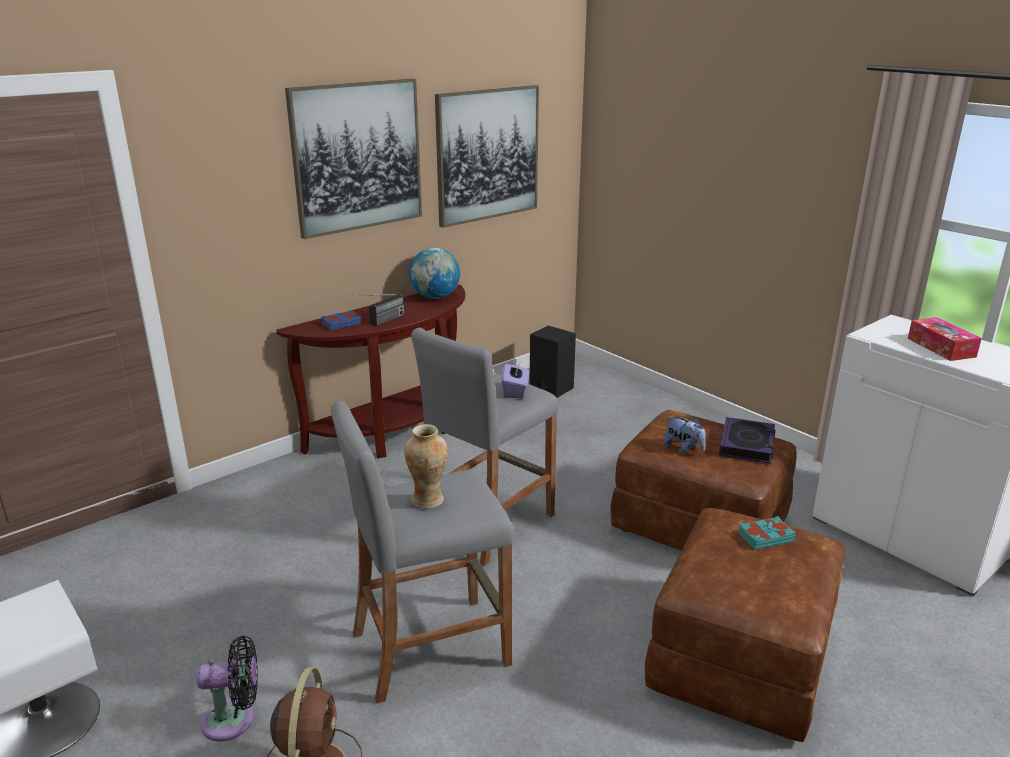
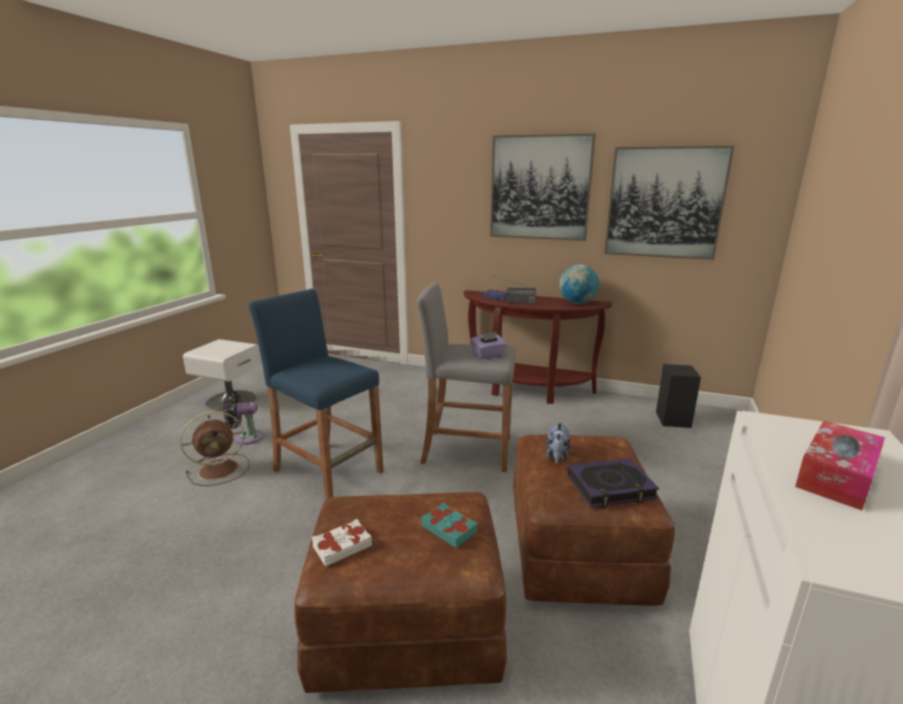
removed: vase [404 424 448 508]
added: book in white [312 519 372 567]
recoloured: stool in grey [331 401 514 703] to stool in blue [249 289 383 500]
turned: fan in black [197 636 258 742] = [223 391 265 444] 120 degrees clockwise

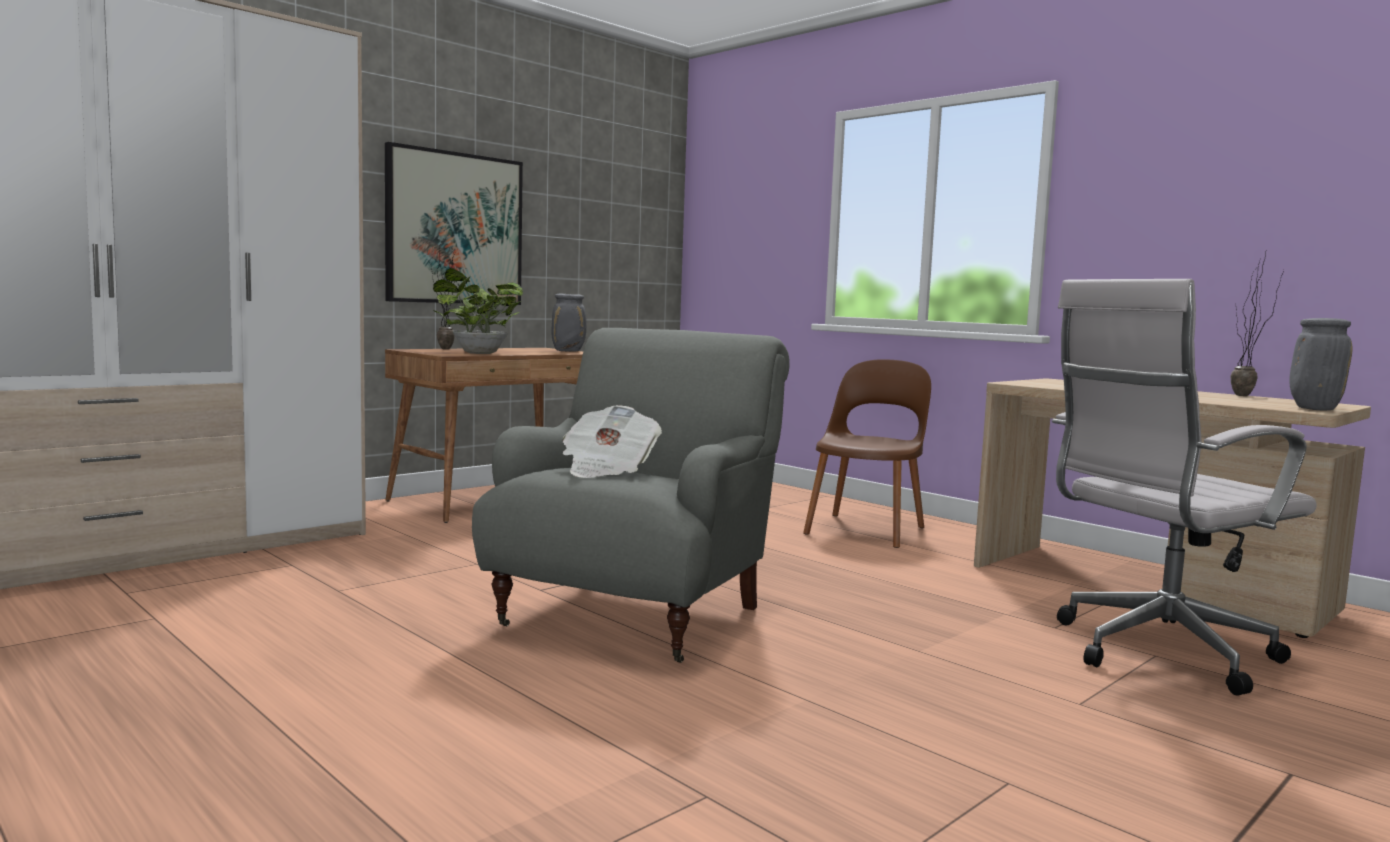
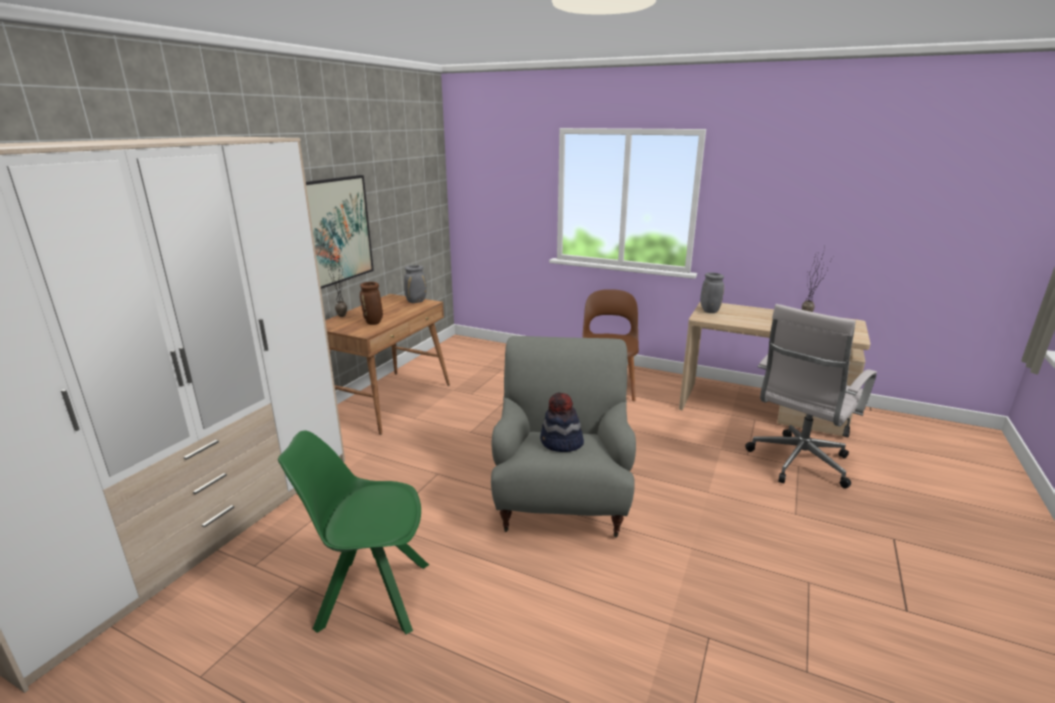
added: chair in green [278 431 429 634]
moved: vase in grey [1289 318 1353 411] to [700 273 724 313]
replaced: potted plant [433 268 523 354] to vase in brown [360 282 383 325]; newspaper [562 405 662 478] to hat [540 393 584 452]

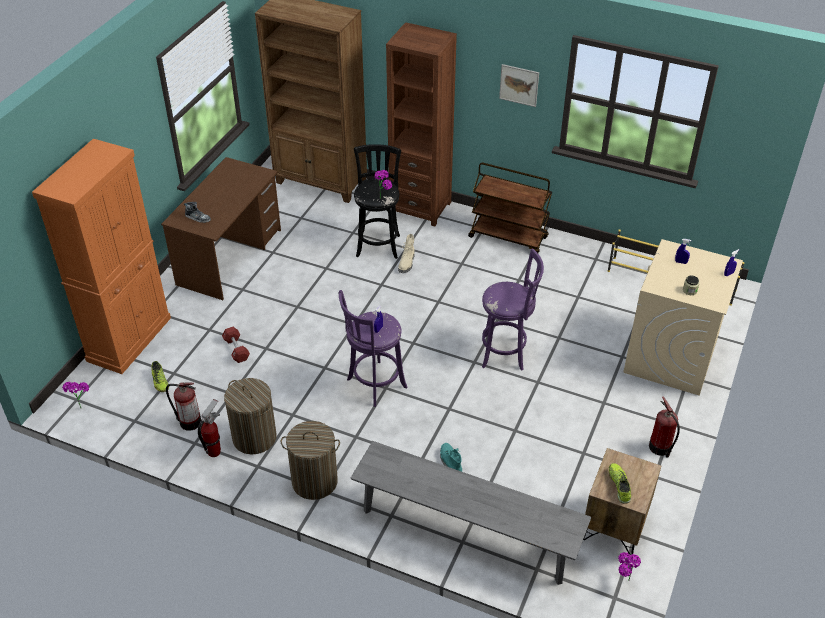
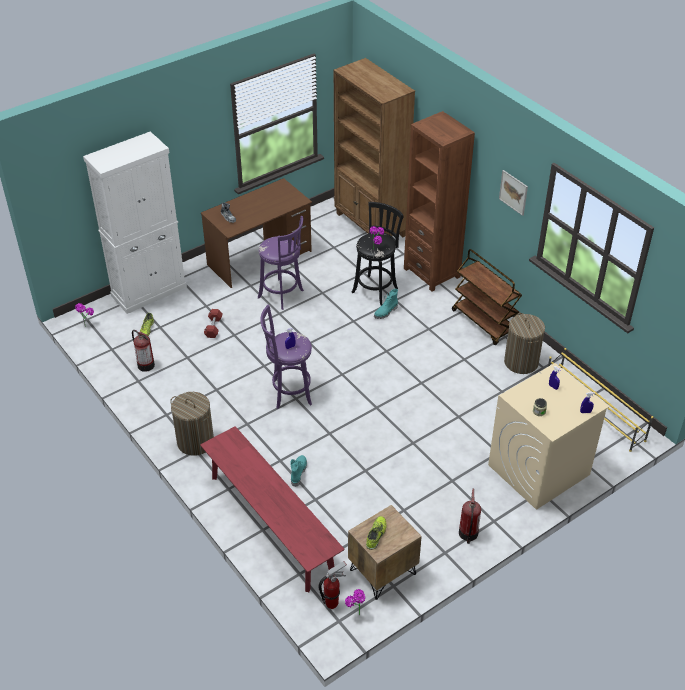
moved: fire extinguisher [198 399 221 457] to [319 561 347 609]; laundry basket [224 378 277 454] to [504 313 545 374]; stool in purple [482 248 544 370] to [258 216 304 310]
recoloured: cabinet in orange [32 139 171 374] to cabinet in white [83 132 187 314]; bench in grey [351 441 592 585] to bench in red [200 426 345 592]; boot in beige [398 234 415 273] to boot in turquoise [374 289 398 319]

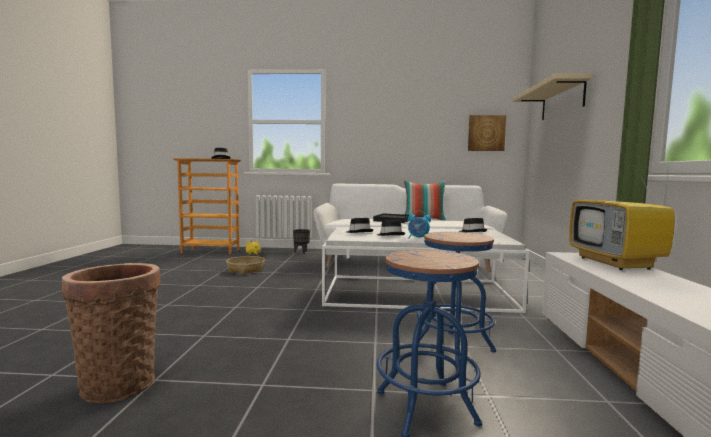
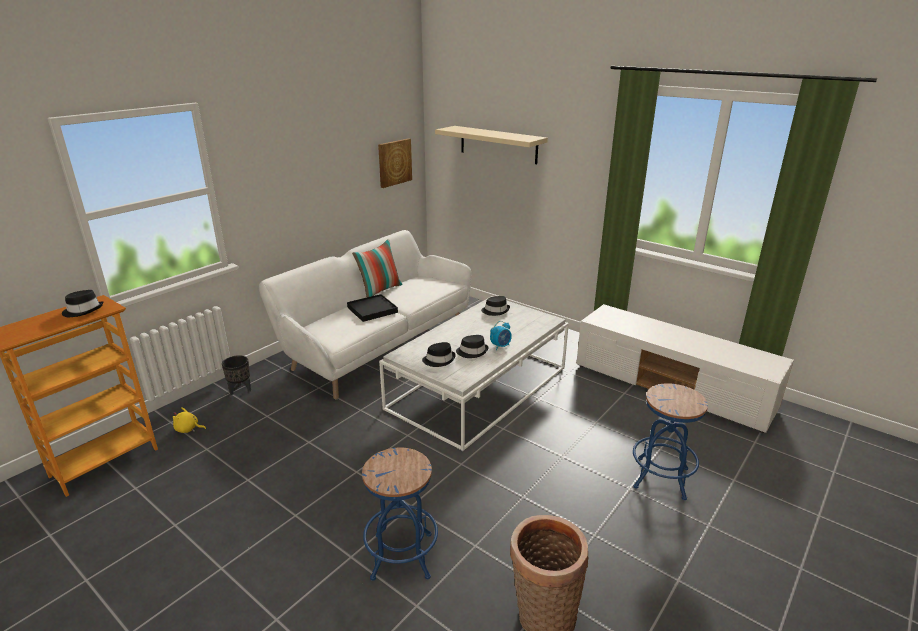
removed: basket [226 256 265 274]; television [569 164 675 270]
moved: stool in blue [417 232 496 366] to [362 448 438 581]

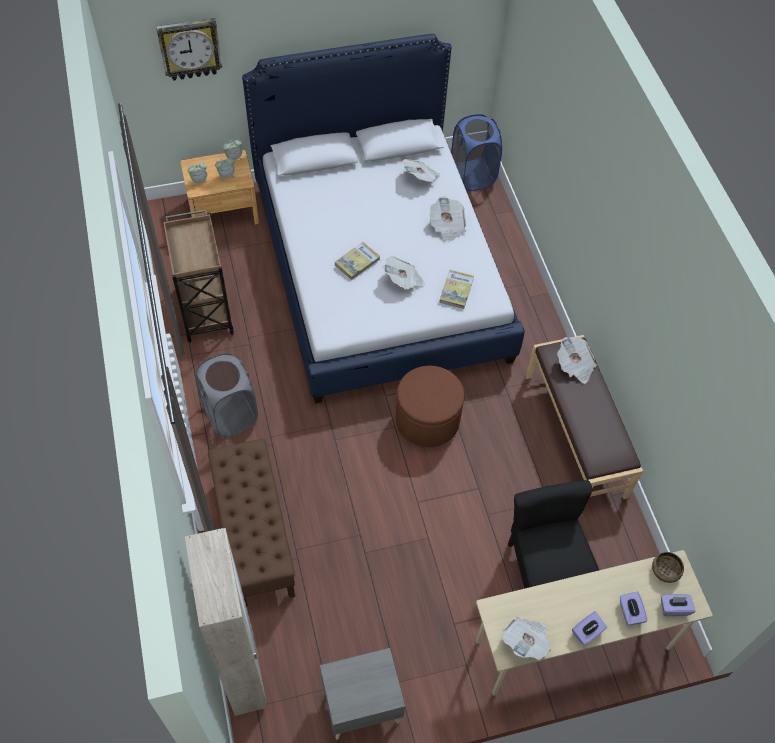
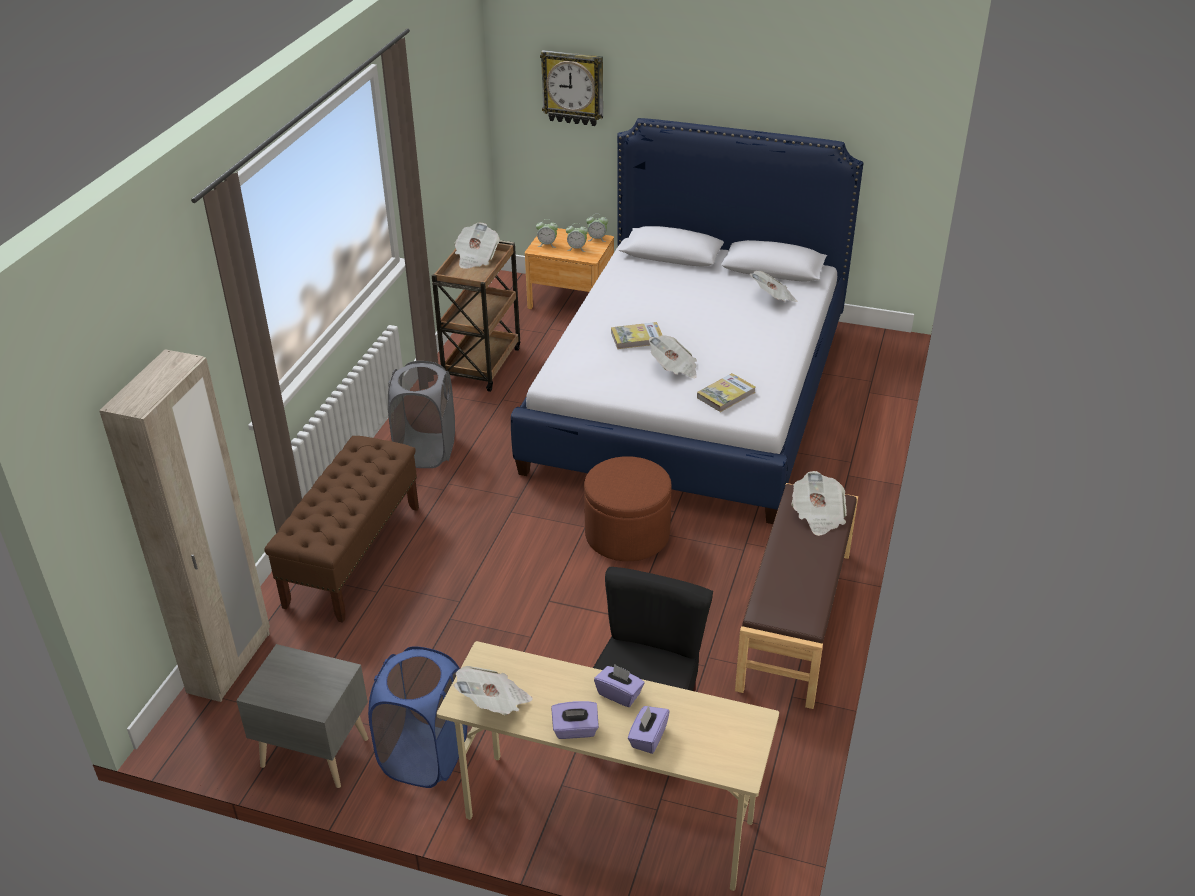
removed: bowl [652 552 684 583]
moved: newspaper [429 196 466 243] to [454 223 499 269]; laundry basket in blue [451 114 502 191] to [368 646 468 788]; tissue box in purple [661 594 696 616] to [594 664 645 707]

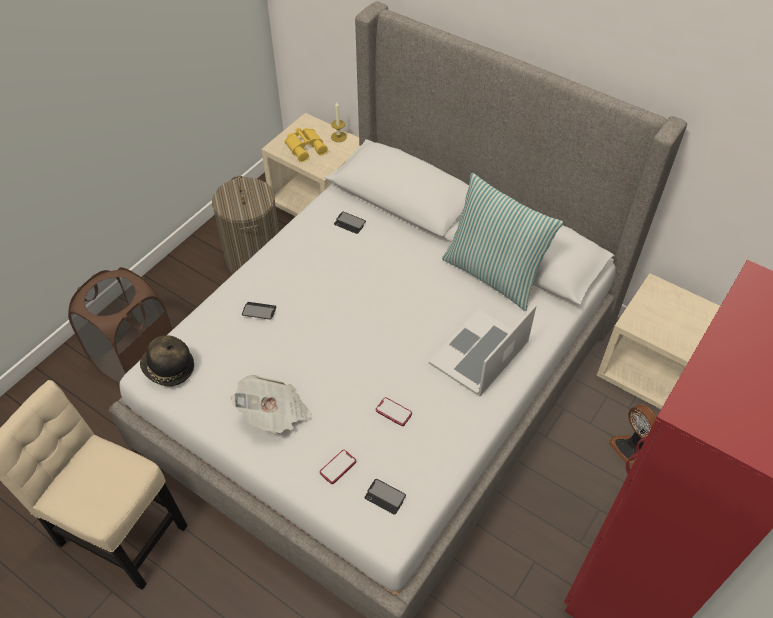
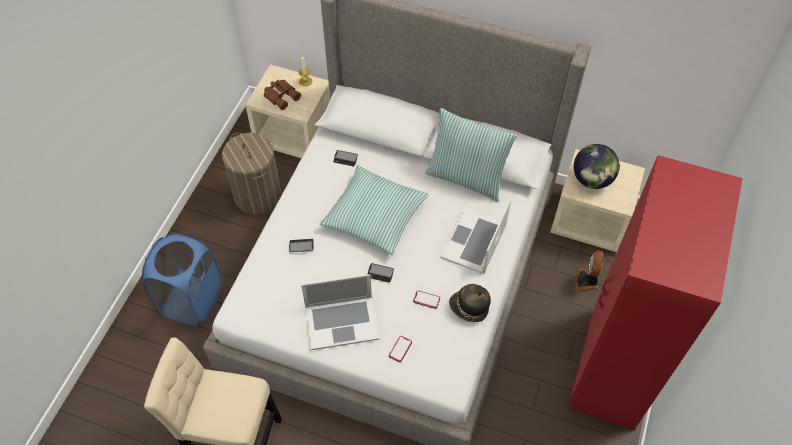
added: pillow [319 165 429 255]; globe [573 144 620 189]
moved: hat [140 335 194 386] to [449 284 491 322]; phone [365 479 406 515] to [367 263 394 283]
replaced: newspaper [231 375 312 434] to laptop [301 274 379 350]
recoloured: laundry basket in brown [68 267 173 384] to laundry basket in blue [142 233 221 326]; binoculars in yellow [285 128 328 162] to binoculars in brown [264 80 301 110]
turned: fan [608 404 657 467] = [574 250 604 292] 60 degrees clockwise

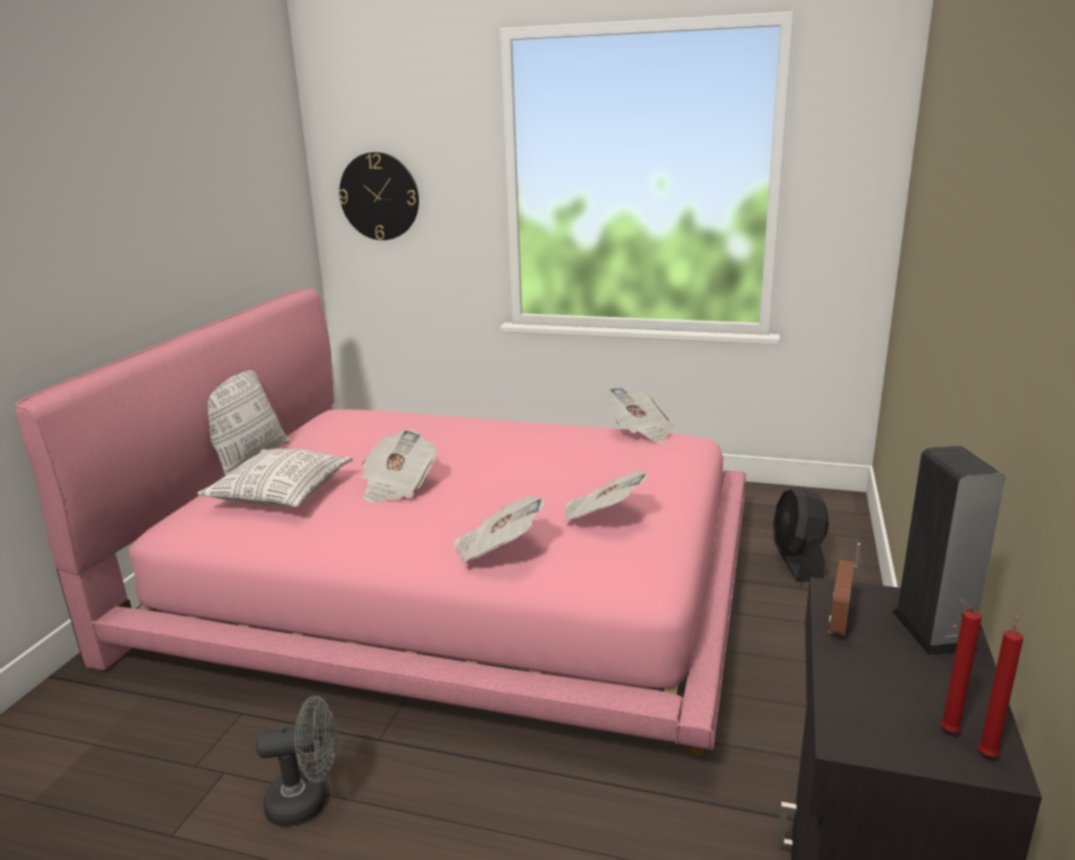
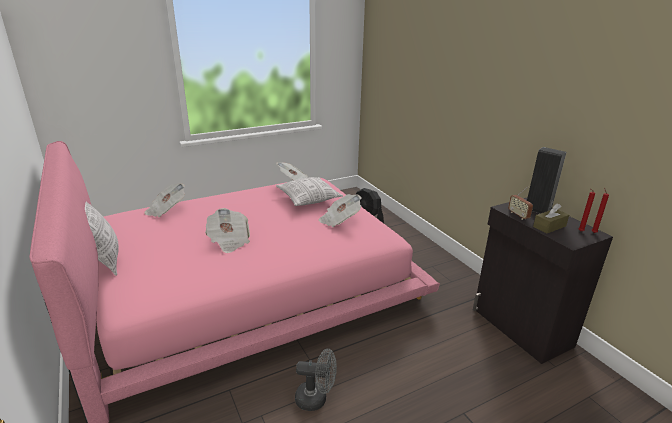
removed: wall clock [339 152 419 240]
added: tissue box in brown [533 204 569 233]
moved: pillow [197 448 353 507] to [276 177 343 206]; newspaper [453 494 545 563] to [144 183 185 217]
turned: fan in grey [256 696 337 826] = [295 348 337 411] 60 degrees clockwise

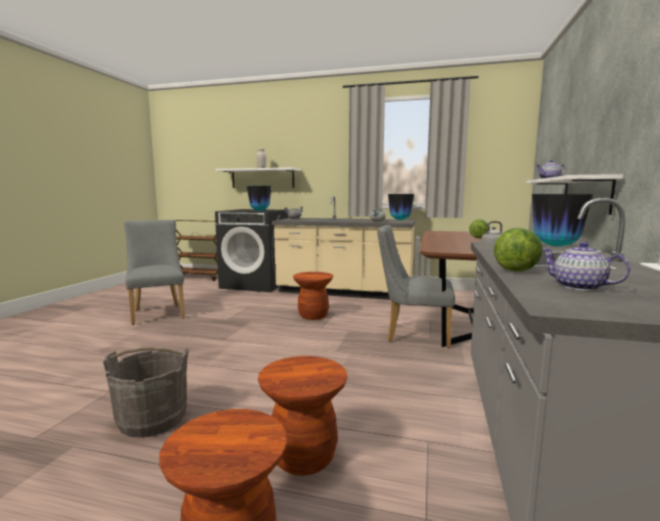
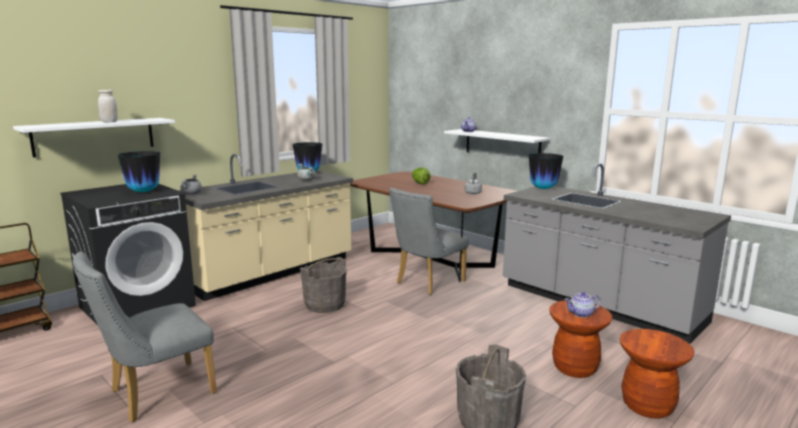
removed: lettuce [494 227 543 272]
moved: teapot [541 242 630 291] to [565 292 601 318]
replaced: stool in brown [293 272 333 320] to bucket in grey [300 257 347 313]
turned: chair in grey [124 220 185 325] = [73 251 217 422] 45 degrees counterclockwise

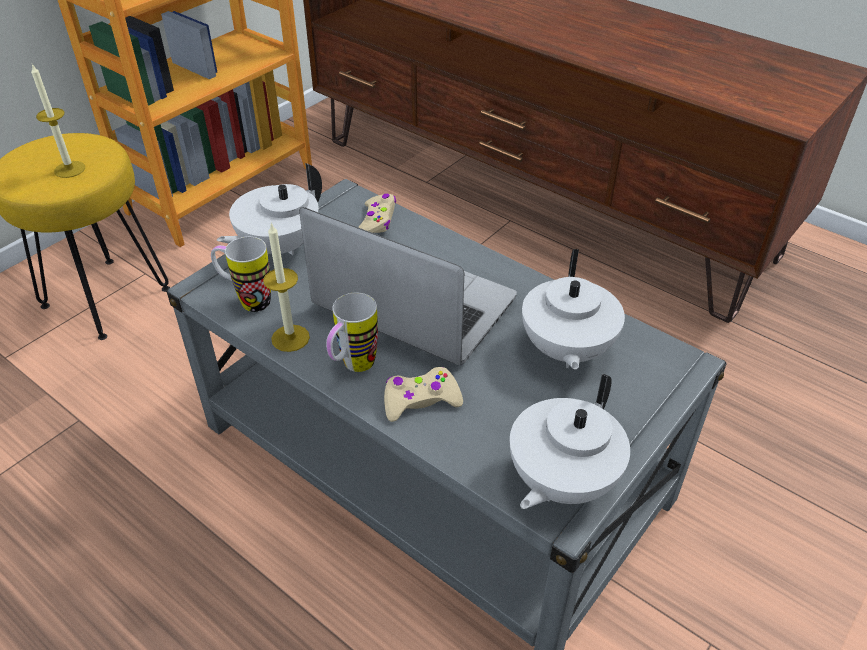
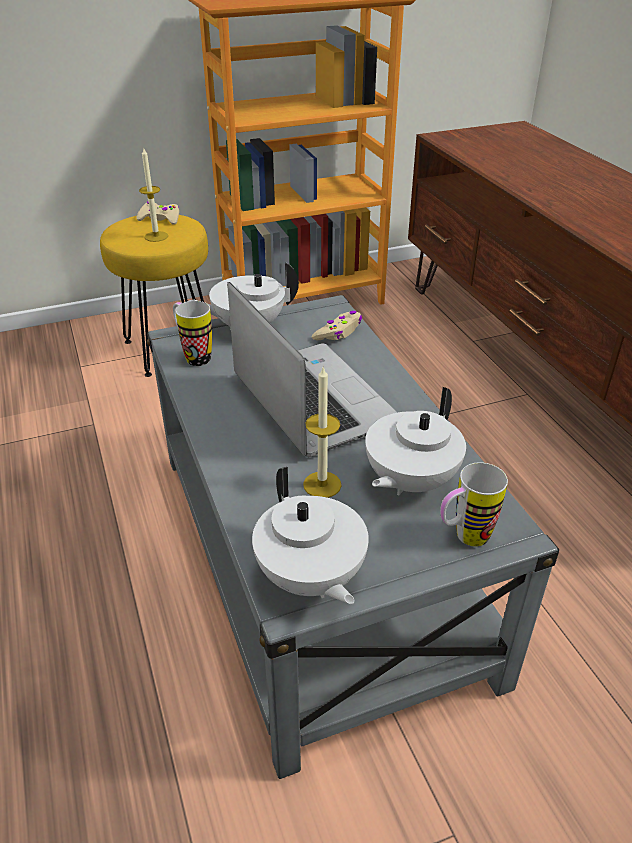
moved: candle [263 222 310 352] to [303 365 341 498]; mug [326 292 378 372] to [440 462 508 547]; game controller in beige [384 367 463 422] to [136 202 179 224]
turned: teapot in white [510 374 630 509] = [252 467 369 604] 90 degrees counterclockwise

